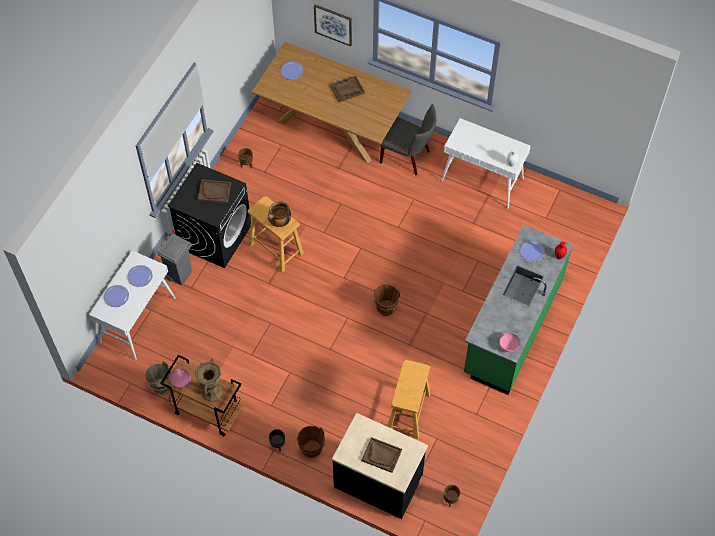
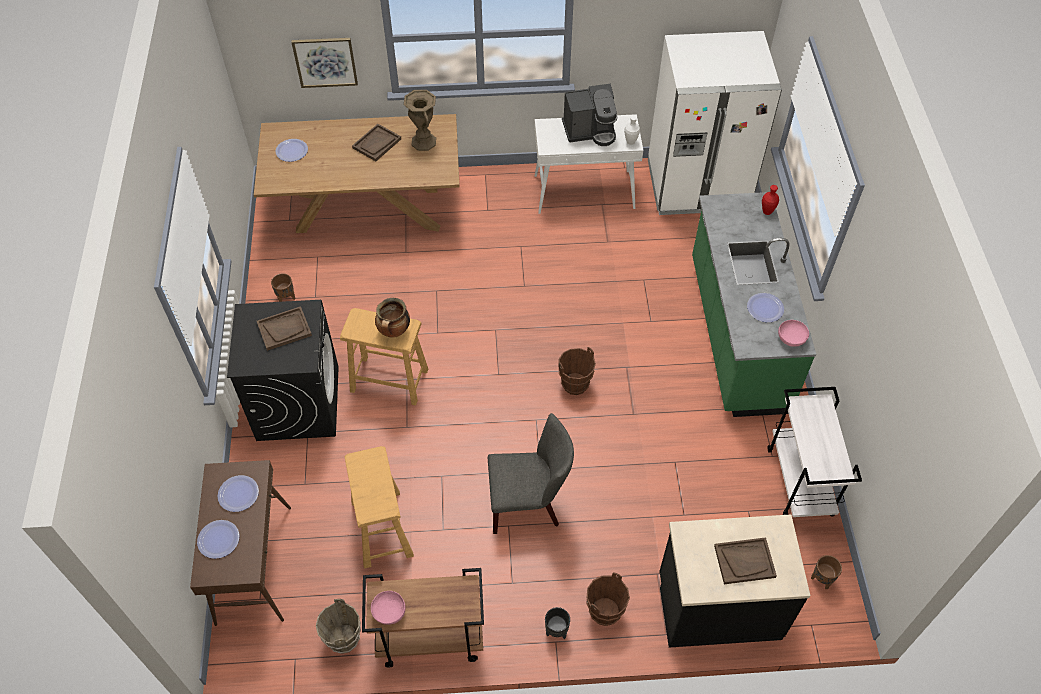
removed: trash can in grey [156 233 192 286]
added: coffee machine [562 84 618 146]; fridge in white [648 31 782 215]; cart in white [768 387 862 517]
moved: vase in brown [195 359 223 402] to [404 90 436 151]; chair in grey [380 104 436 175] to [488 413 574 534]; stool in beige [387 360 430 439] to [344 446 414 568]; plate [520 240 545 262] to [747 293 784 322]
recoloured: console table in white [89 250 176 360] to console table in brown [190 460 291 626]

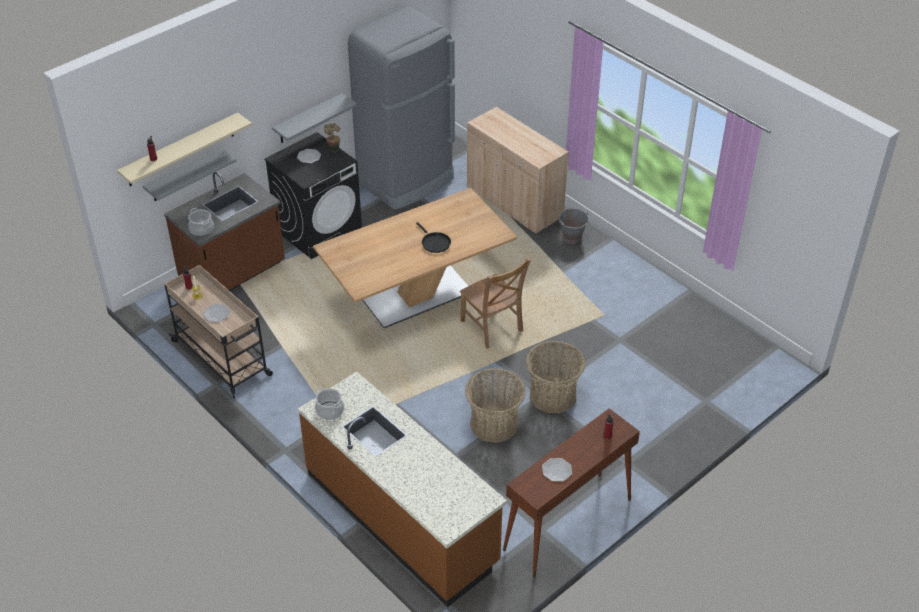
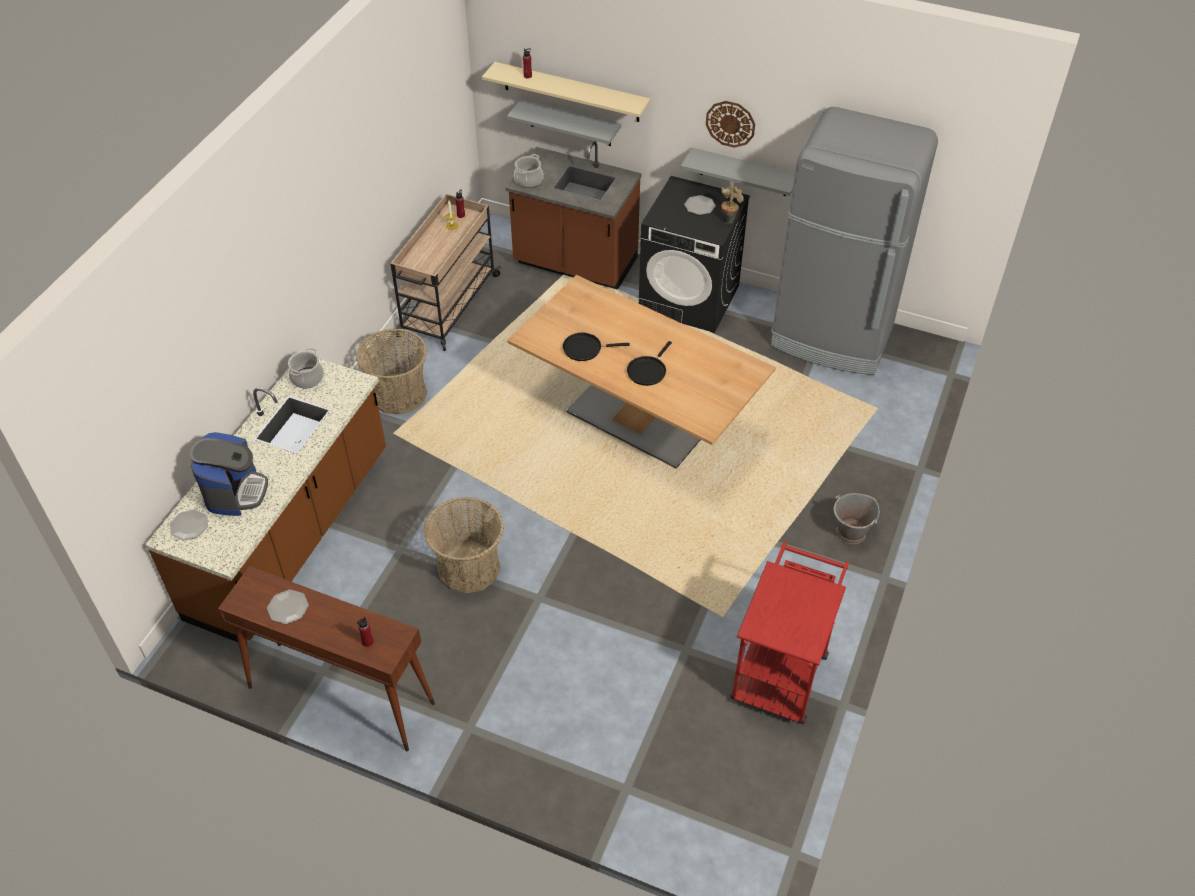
removed: chair in brown [460 258 531 349]; cabinet in beige [467 107 569 234]
added: coffee machine [190 432 268 516]; frying pan in black [563 333 630 361]; wall clock [706 101 755 148]; cart in red [730 541 849 724]
moved: plate [203 304 230 322] to [170 510 208 541]; basket [526 341 585 413] to [356 328 427 415]

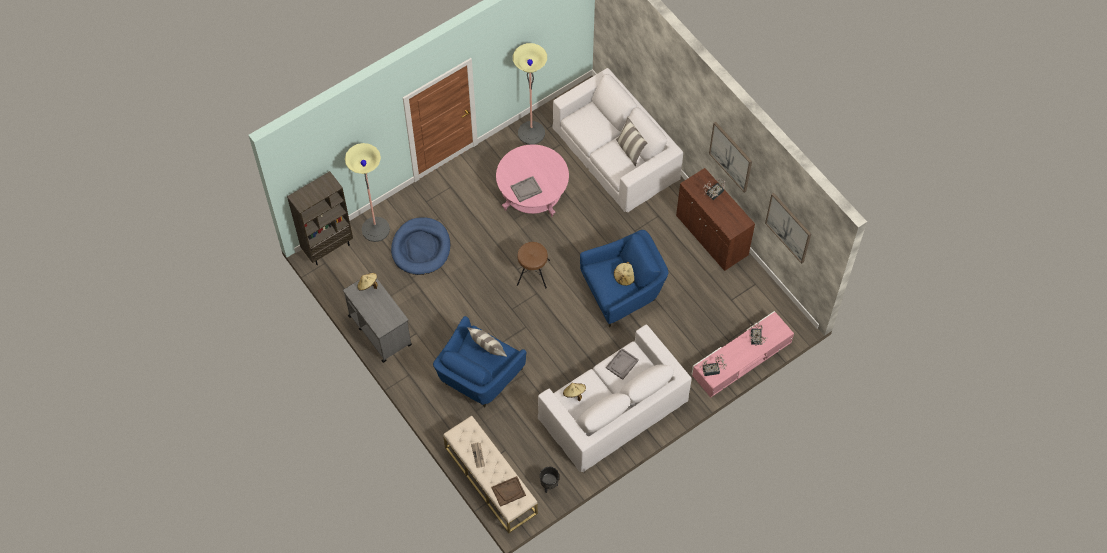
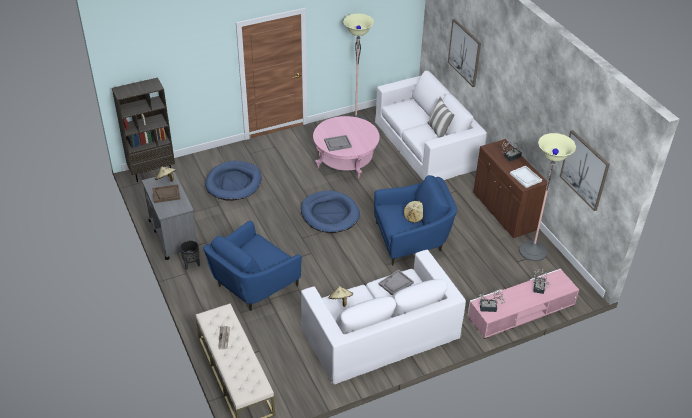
removed: pillow [467 327 507 357]
added: tray in white [510 166 542 188]
moved: floor lamp [345 143 390 242] to [519 133 576 261]; tray in brown [492 476 526 507] to [152 184 180 203]; planter in black [540 467 559 493] to [180 240 200 270]; picture [709 122 752 193] to [448 19 481 87]
replaced: stool in brown [517 242 550 288] to dog bed in blue [301 191 360 233]

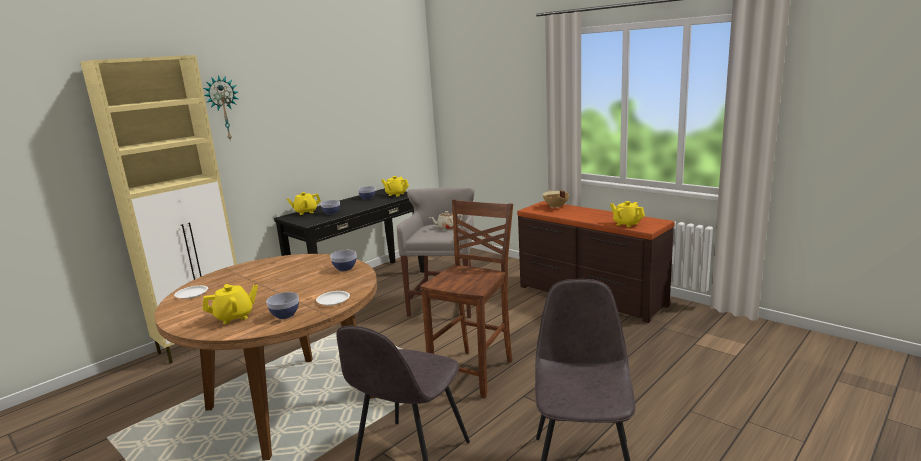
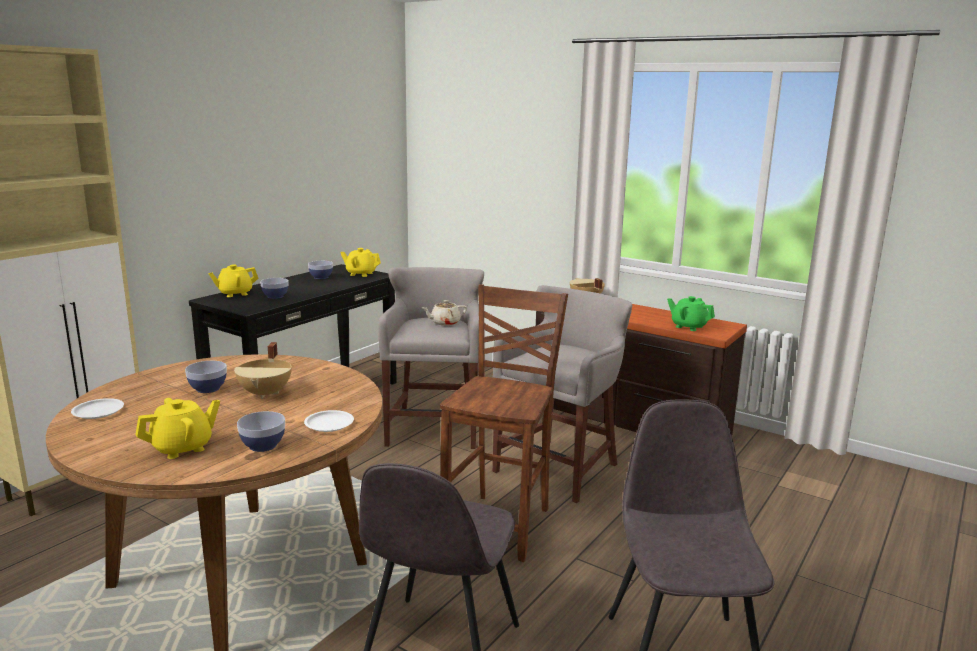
removed: wall clock [204 75 238 141]
added: cooking pot in beige [234 342 292 399]; stool in grey [493 285 632 503]
moved: bowl [330 250 357 271] to [185 361 227 393]
recoloured: teapot in yellow [610 201 645 227] to teapot in green [667 296 715 331]

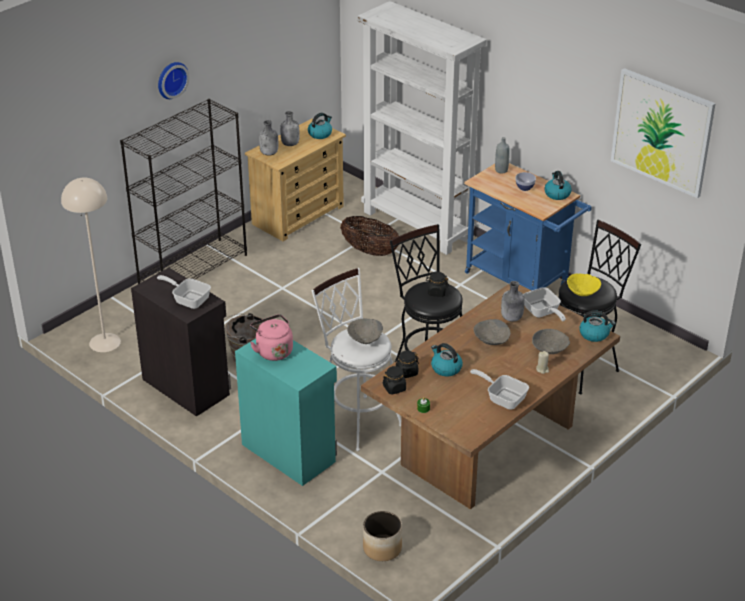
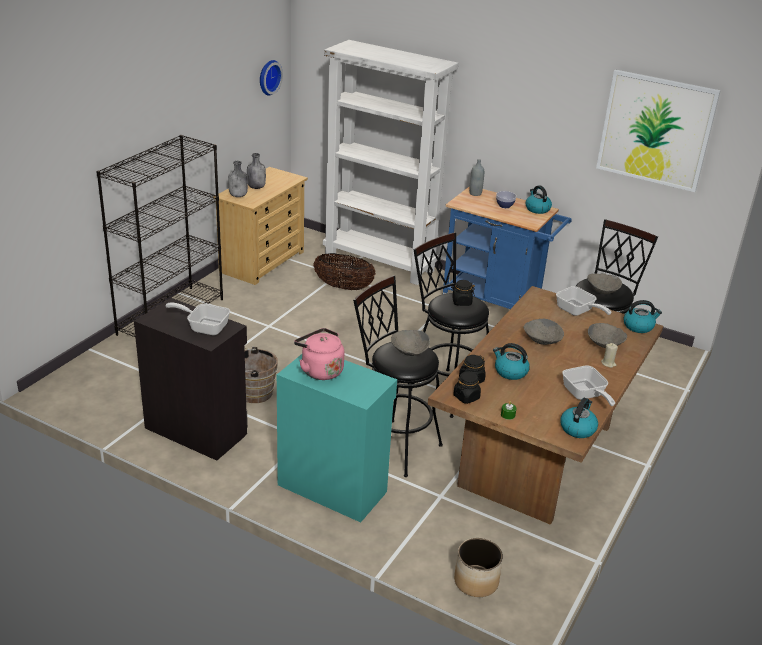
removed: floor lamp in beige [61 177 121 352]; bottle in grey [501 281 525 322]
moved: wall clock [158 62 189 99] to [260 60 283 96]; kettle [308 113 332 139] to [560 398 598 438]
recoloured: stool in white [311 268 401 451] to stool in black [353 275 443 477]; bowl in yellow [567 273 601 296] to bowl in grey [587 273 622 294]
turned: frying pan [470 369 529 410] = [562 366 615 406] 135 degrees counterclockwise

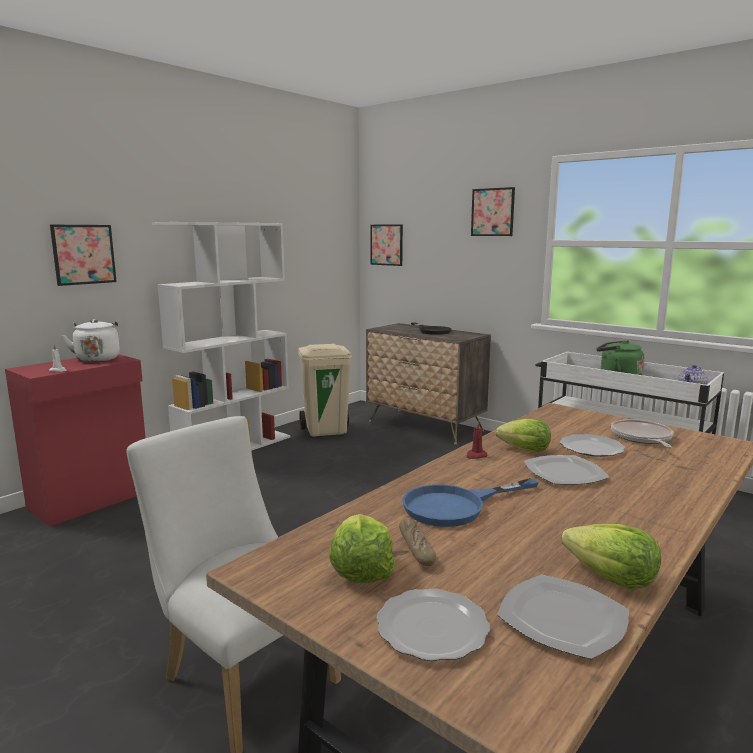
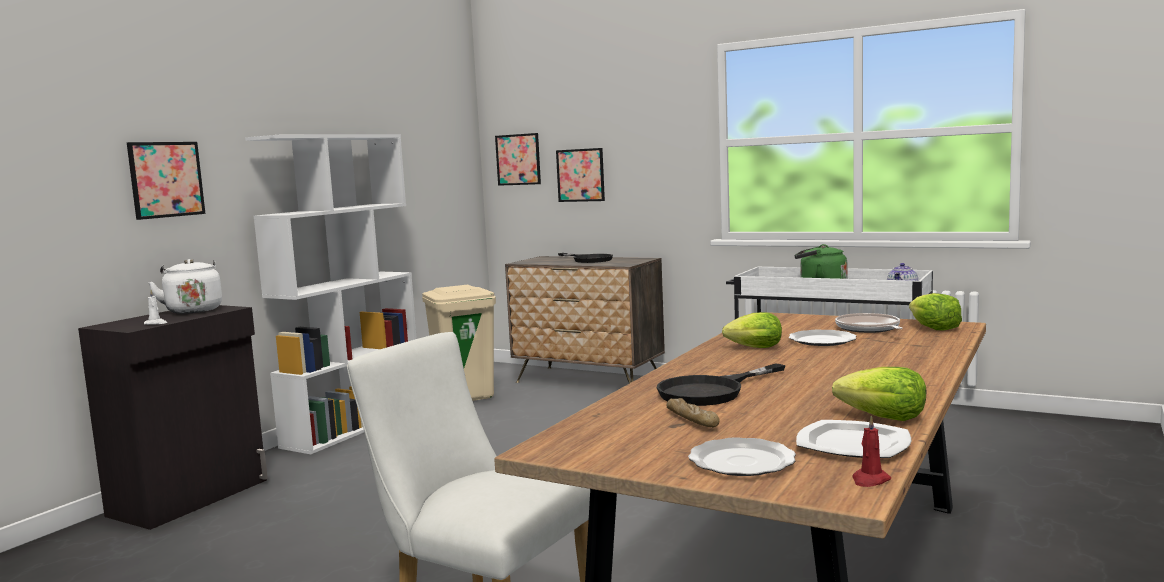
removed: plate [524 455 609 485]
moved: lettuce [329 514 395 583] to [909 293 962 330]; candle in red [466 420 488 459] to [852 415 891 487]; picture [471 187 515 236] to [556 148 605 202]
recoloured: cabinet in red [5 354 146 527] to cabinet in black [78 305 268 530]; frying pan in blue [402 478 539 527] to frying pan in black [657 363 786 406]

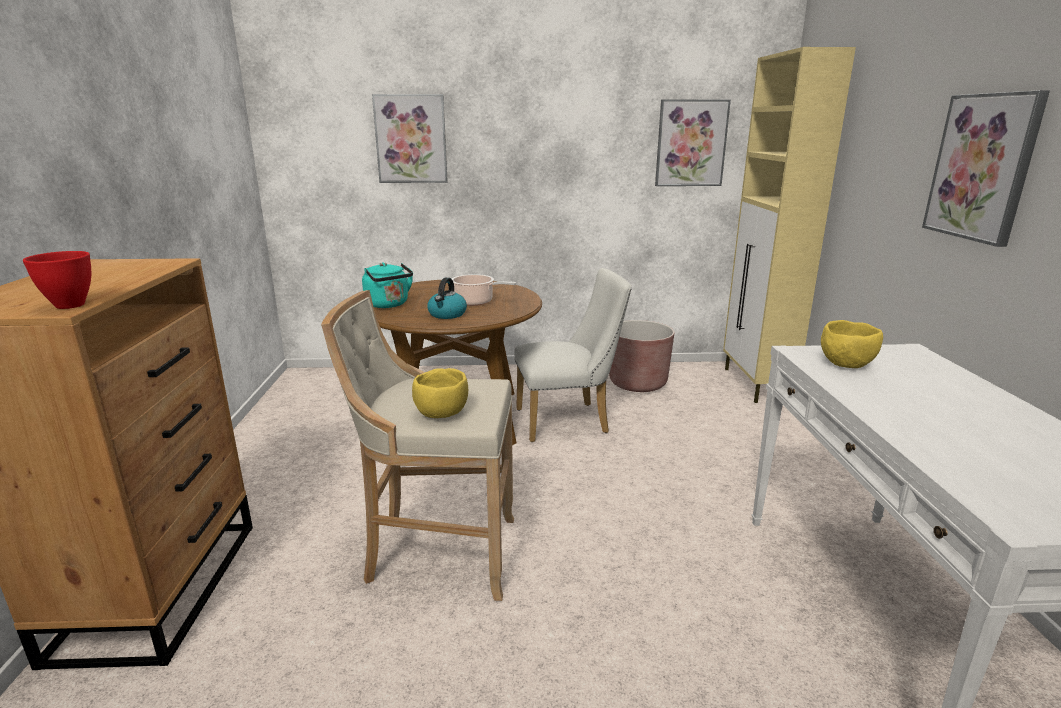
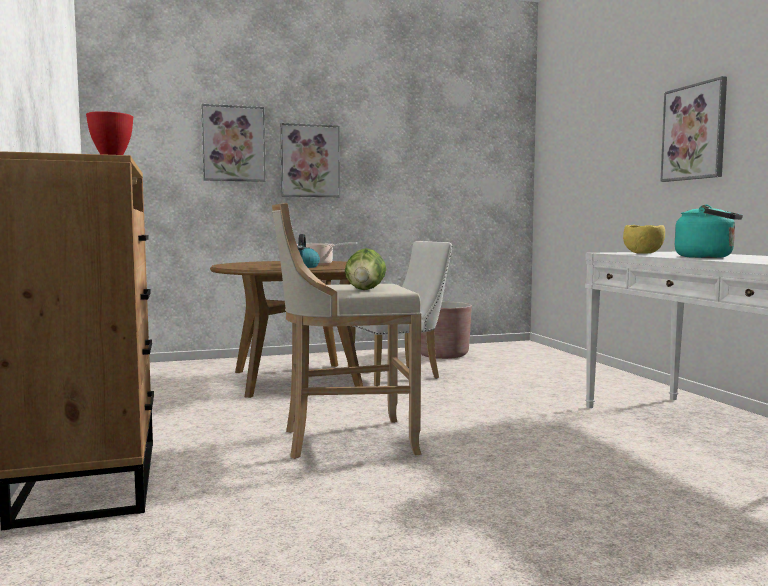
removed: cabinet in beige [723 47 856 403]
moved: kettle in turquoise [362 262 413 308] to [675 205 743 258]; picture [655 99 731 186] to [280 123 340 197]
replaced: bowl in yellow [412 368 468 418] to lettuce [345 248 386 290]

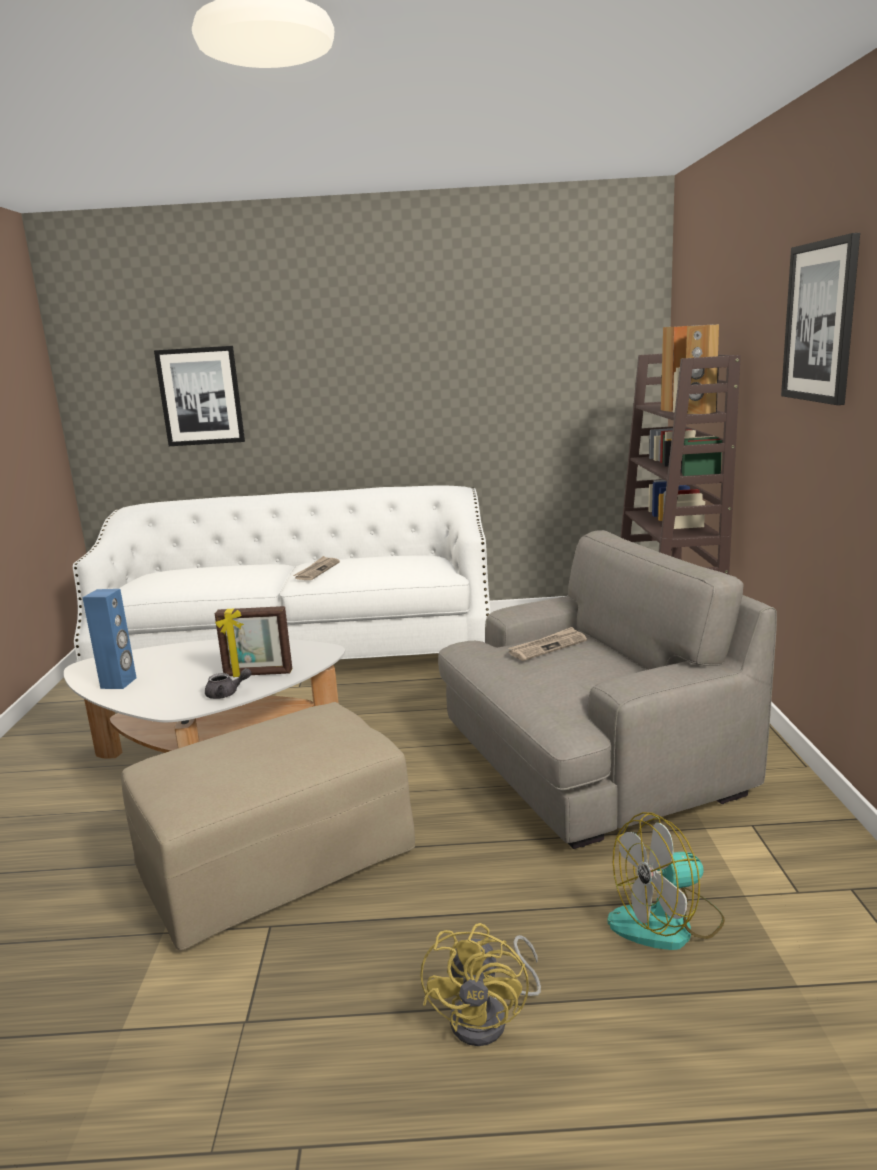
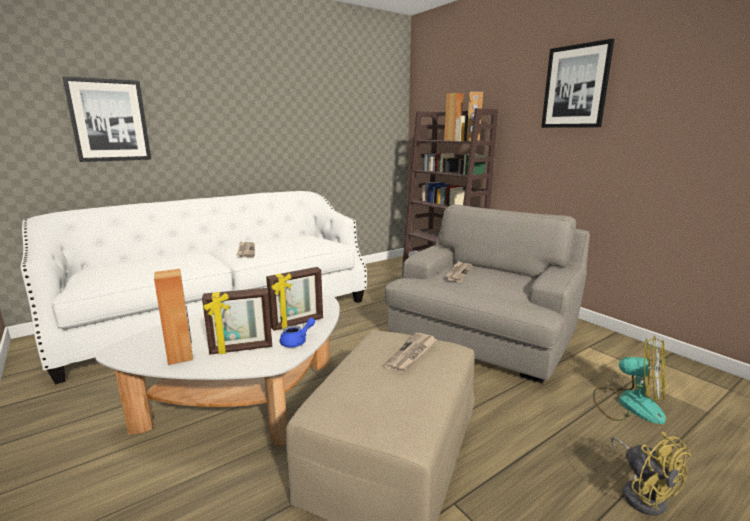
added: picture frame [202 288 272 355]; newspaper [384 333 437 373]
recoloured: speaker in blue [82 589 137 689] to speaker in brown [154 269 193 365]; teapot in grey [205 668 252 699] to teapot in blue [280 318 315 348]
turned: fan [607 812 725 950] = [593 335 666 424] 90 degrees counterclockwise

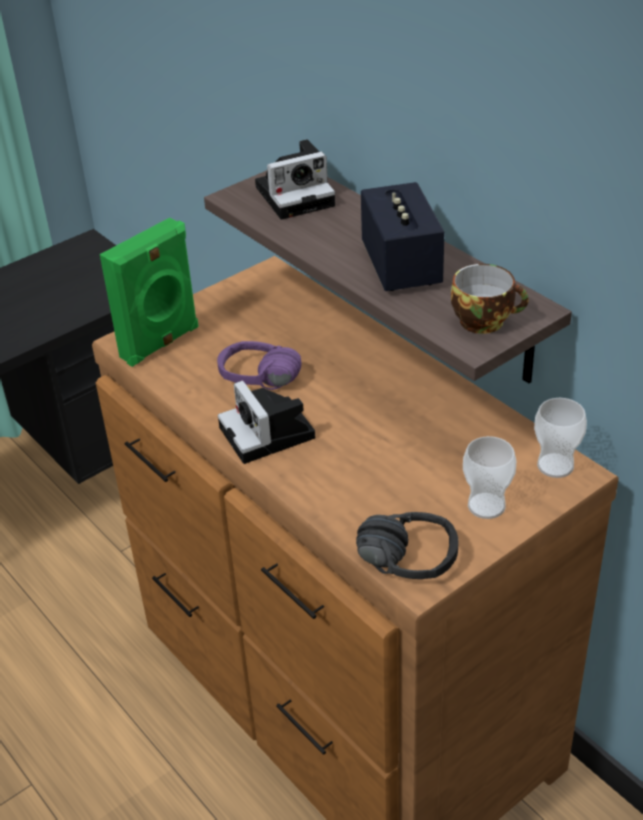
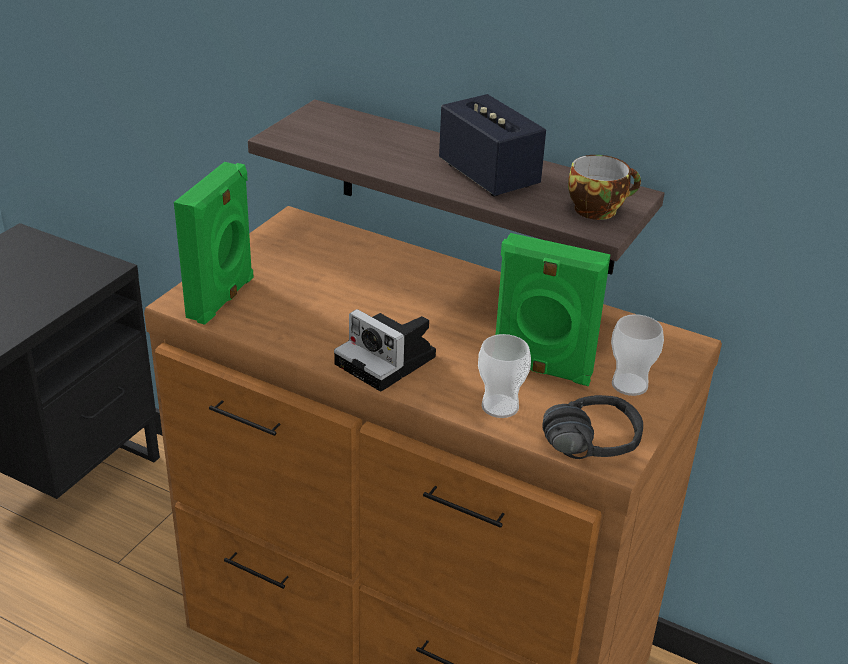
removed: headphones in purple [217 341 302 390]; photo camera [255 139 335 220]
added: speaker in green [496 233 611 386]
moved: cup [534 398 587 478] to [478 334 531 418]

